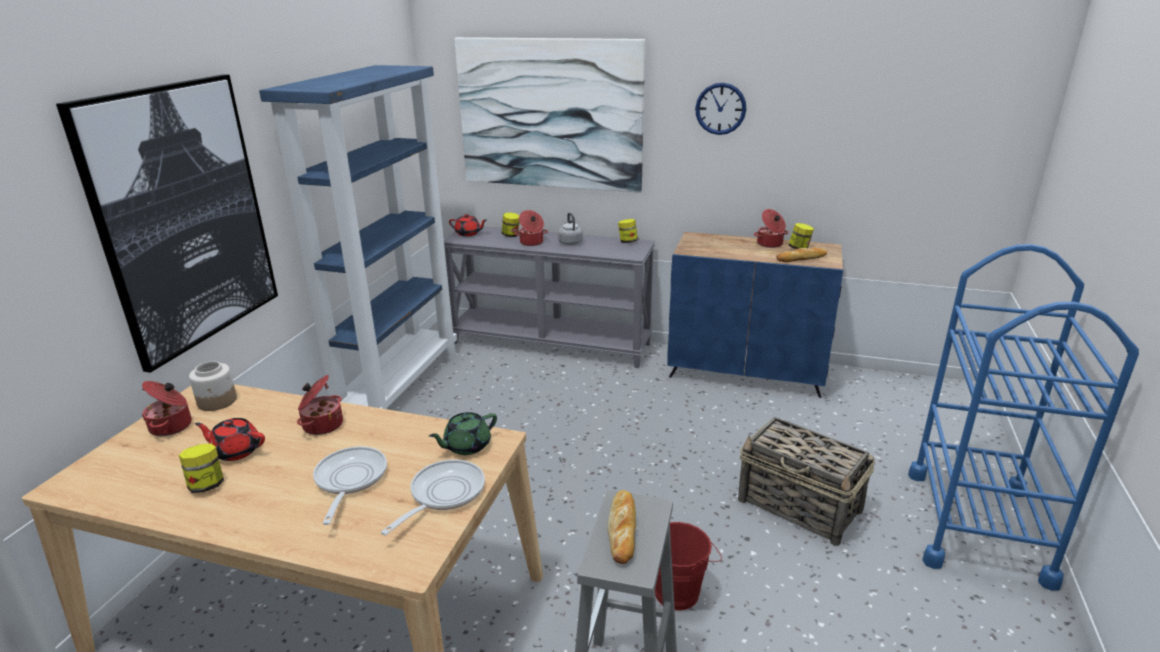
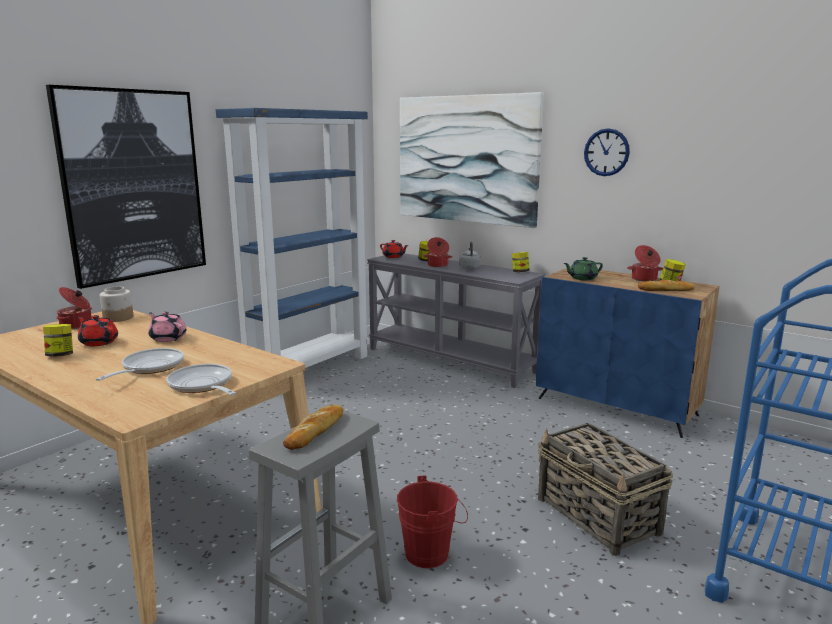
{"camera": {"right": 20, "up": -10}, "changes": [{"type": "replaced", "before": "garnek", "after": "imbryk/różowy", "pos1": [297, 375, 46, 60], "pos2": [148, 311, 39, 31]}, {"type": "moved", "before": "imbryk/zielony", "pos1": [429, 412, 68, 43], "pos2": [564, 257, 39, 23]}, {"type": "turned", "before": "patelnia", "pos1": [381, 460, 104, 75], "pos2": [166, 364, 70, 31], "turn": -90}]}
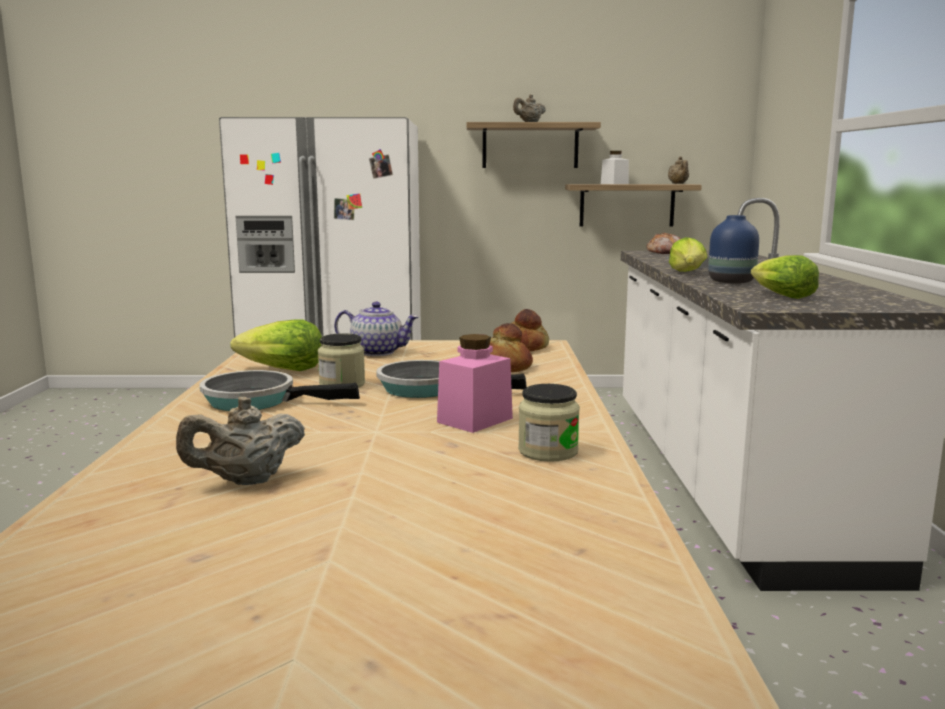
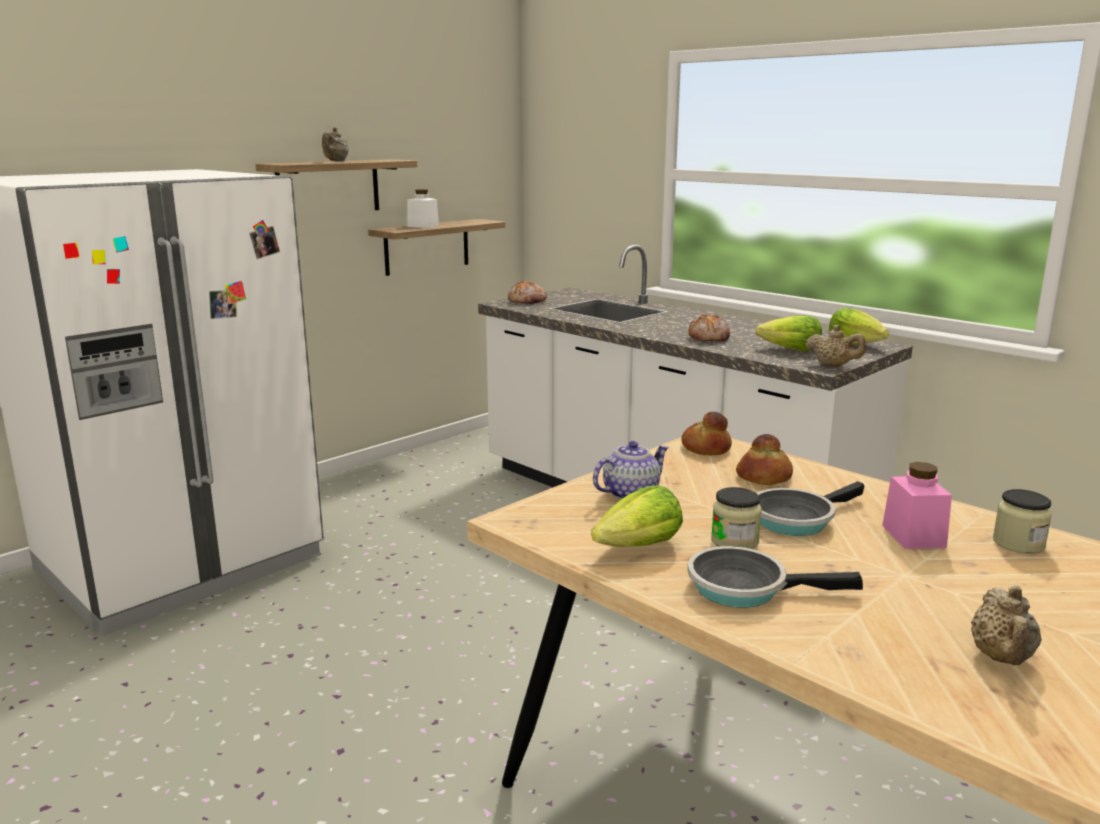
{"camera": {"right": -45, "up": 5}, "changes": [{"type": "moved", "before": "imbryk/beżowy", "pos1": [668, 156, 21, 28], "pos2": [806, 325, 60, 42]}, {"type": "replaced", "before": "wazon/niebieski", "after": "chleb", "pos1": [708, 215, 51, 69], "pos2": [688, 314, 42, 27]}, {"type": "moved", "before": "sałata", "pos1": [669, 237, 38, 35], "pos2": [829, 308, 60, 36]}, {"type": "turned", "before": "patelnia", "pos1": [199, 370, 161, 41], "pos2": [688, 546, 175, 61], "turn": 45}]}
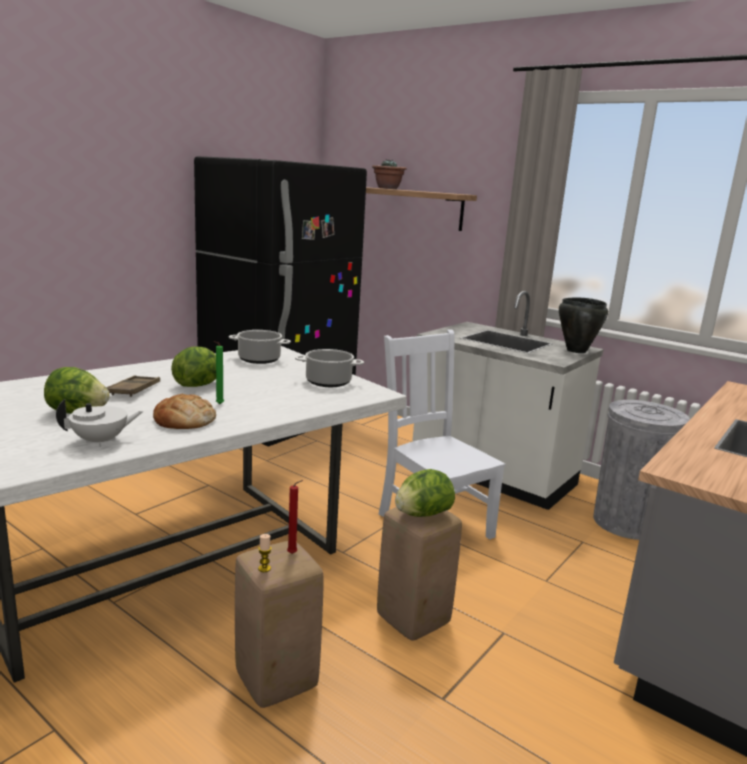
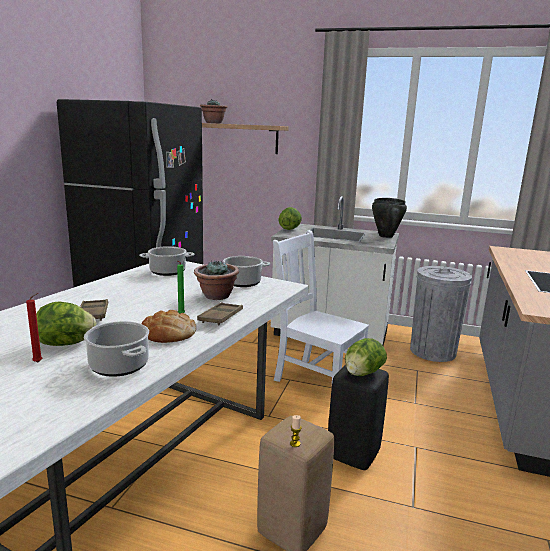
{"camera": {"right": -20, "up": 0}, "changes": [{"type": "moved", "before": "sałata", "pos1": [171, 346, 45, 41], "pos2": [278, 207, 24, 23]}, {"type": "replaced", "before": "imbryk/biały", "after": "garnek", "pos1": [56, 399, 87, 48], "pos2": [84, 321, 65, 56]}, {"type": "moved", "before": "świeca/czerwony", "pos1": [287, 480, 16, 74], "pos2": [26, 293, 16, 70]}, {"type": "recoloured", "before": "stołek/beżowy", "after": "stołek/czarny", "pos1": [377, 507, 85, 134], "pos2": [328, 364, 61, 106]}, {"type": "added", "after": "roślina doniczkowa", "pos2": [194, 260, 45, 40]}, {"type": "added", "after": "taca/brązowy", "pos2": [197, 302, 46, 23]}]}
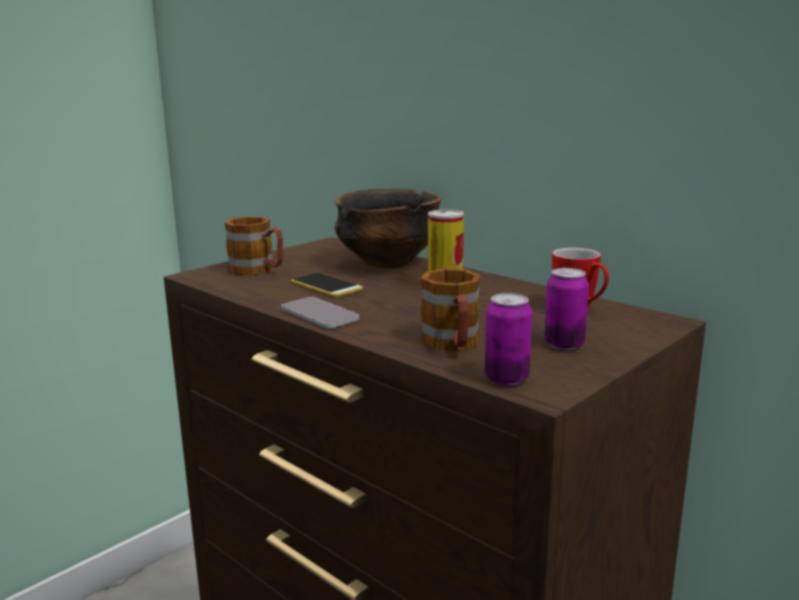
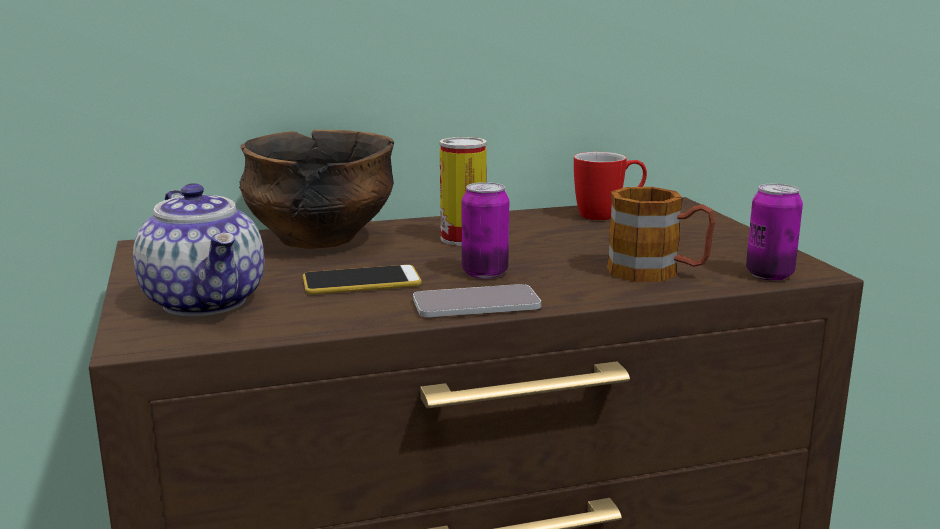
{"camera": {"right": -60, "up": 0}, "changes": [{"type": "replaced", "before": "kubek", "after": "imbryk", "pos1": [224, 217, 59, 58], "pos2": [133, 183, 131, 133]}, {"type": "moved", "before": "puszka", "pos1": [544, 268, 45, 83], "pos2": [462, 182, 47, 97]}]}
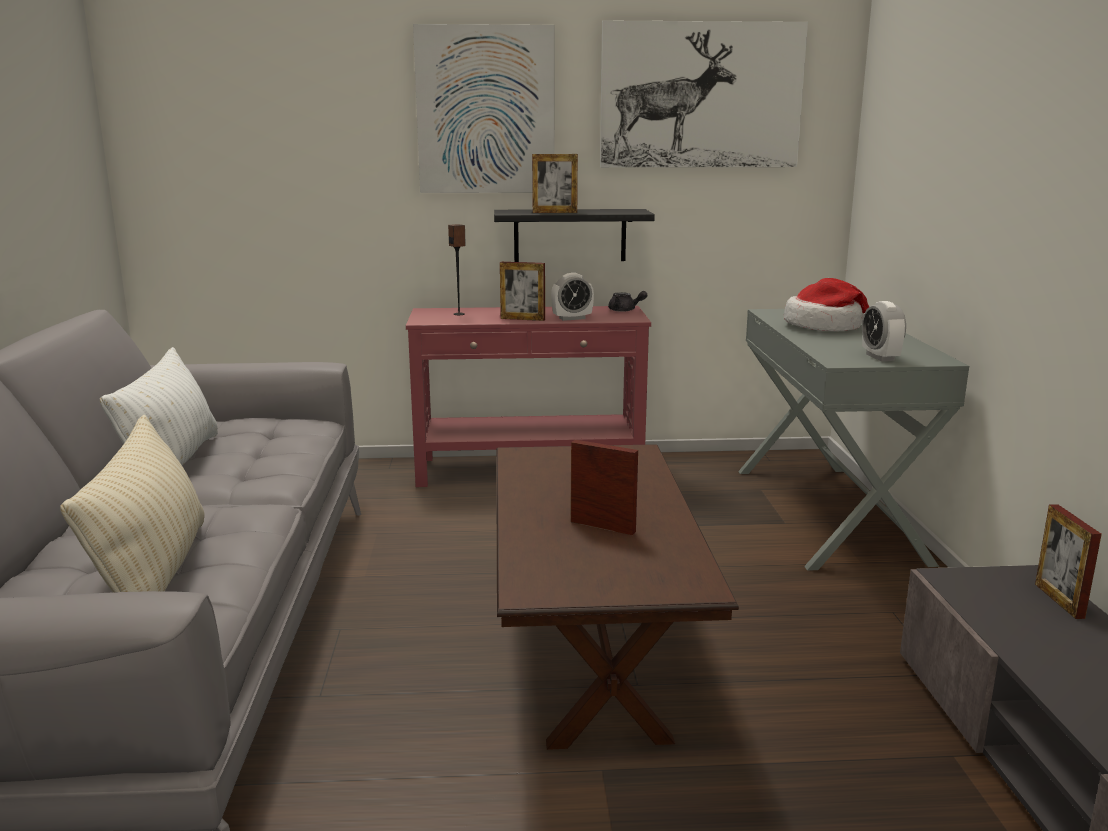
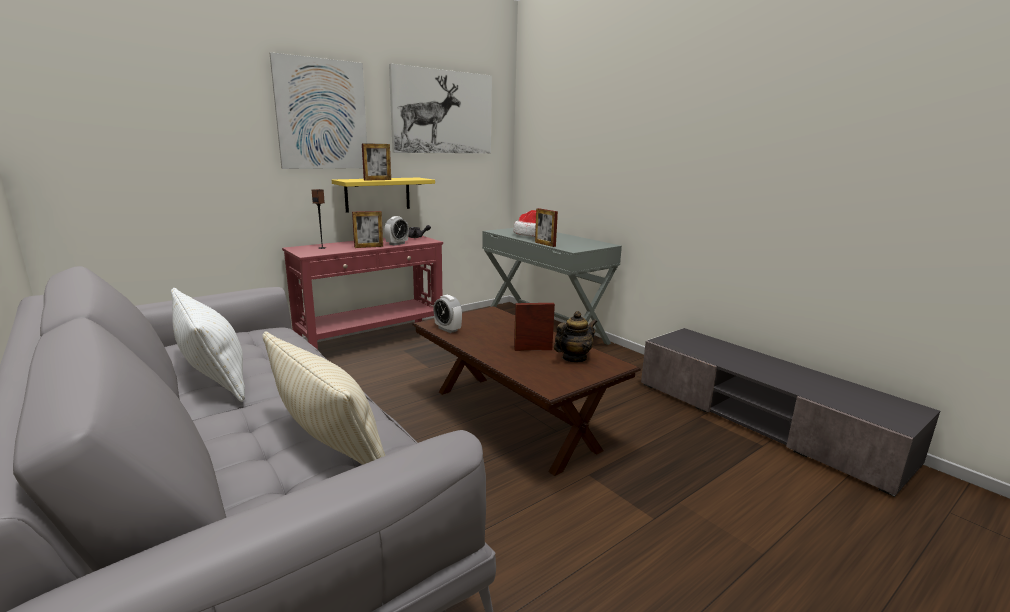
{"camera": {"right": -35, "up": 0}, "changes": [{"type": "recoloured", "before": "półka/czarny", "after": "półka/żółty", "pos1": [494, 209, 161, 53], "pos2": [332, 178, 103, 35]}, {"type": "moved", "before": "budzik", "pos1": [862, 301, 44, 60], "pos2": [433, 295, 29, 38]}, {"type": "moved", "before": "ramka na zdjęcie", "pos1": [1035, 504, 67, 115], "pos2": [535, 208, 23, 39]}, {"type": "added", "after": "imbryk", "pos2": [554, 311, 43, 51]}]}
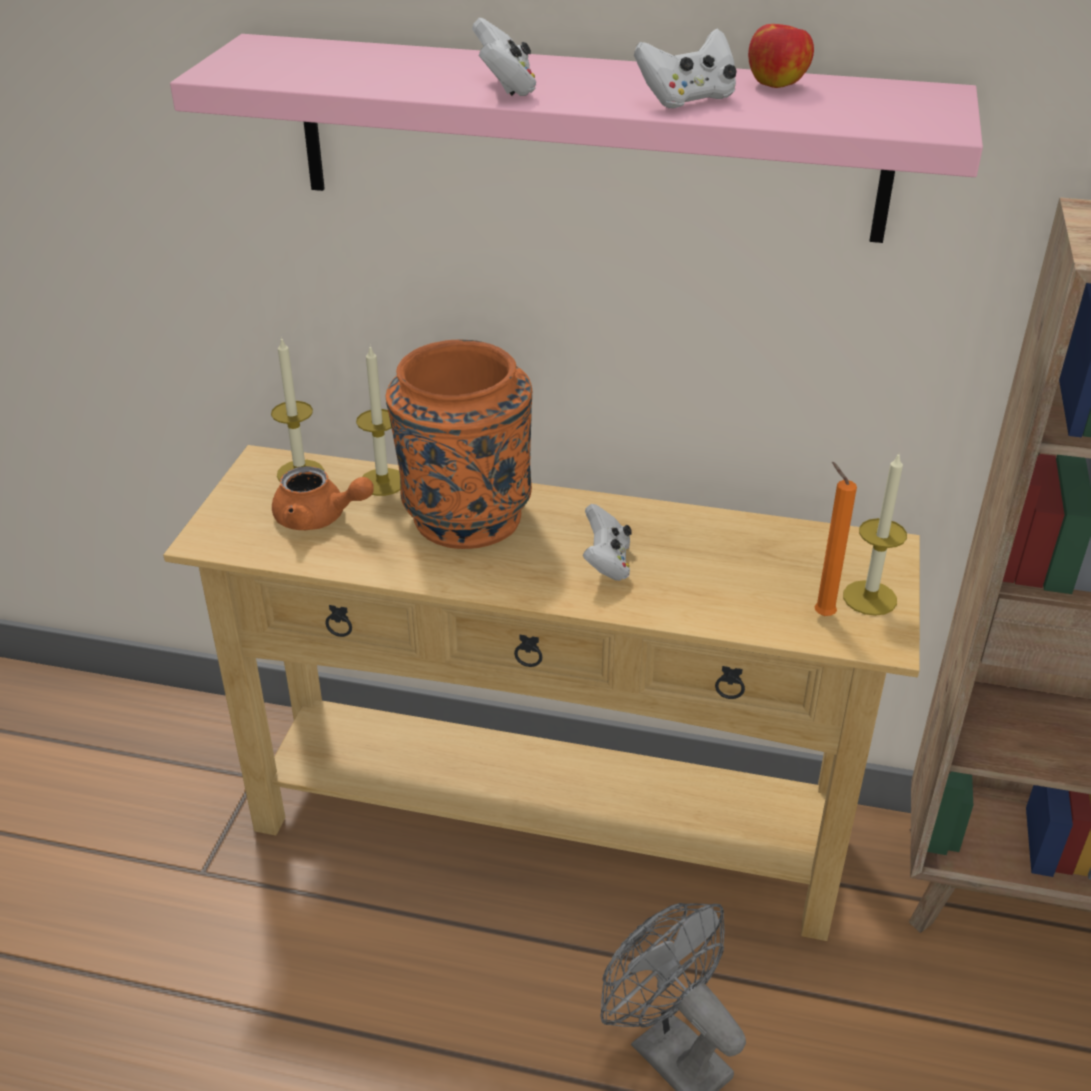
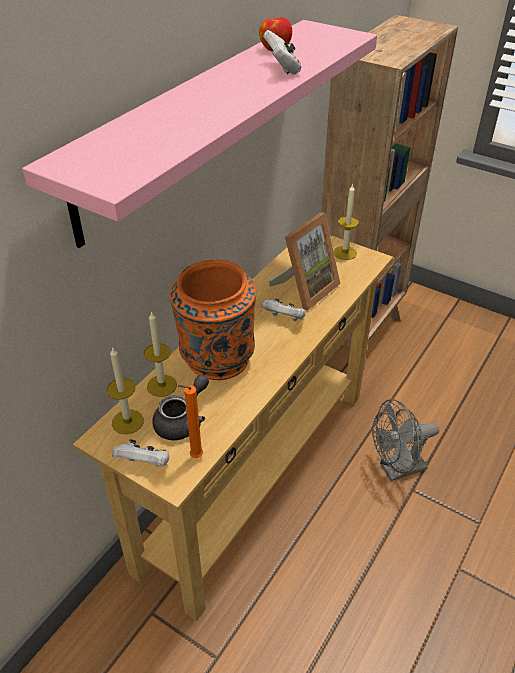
{"camera": {"right": -70, "up": 5}, "changes": [{"type": "moved", "before": "pad do gier/biały", "pos1": [472, 18, 64, 78], "pos2": [112, 439, 57, 27]}, {"type": "moved", "before": "świeca/pomarańczowy", "pos1": [814, 462, 43, 154], "pos2": [178, 385, 25, 73]}, {"type": "recoloured", "before": "imbryk/pomarańczowy", "after": "imbryk/szary", "pos1": [272, 466, 102, 64], "pos2": [152, 374, 57, 66]}, {"type": "added", "after": "ramka na zdjęcie", "pos2": [269, 212, 71, 98]}]}
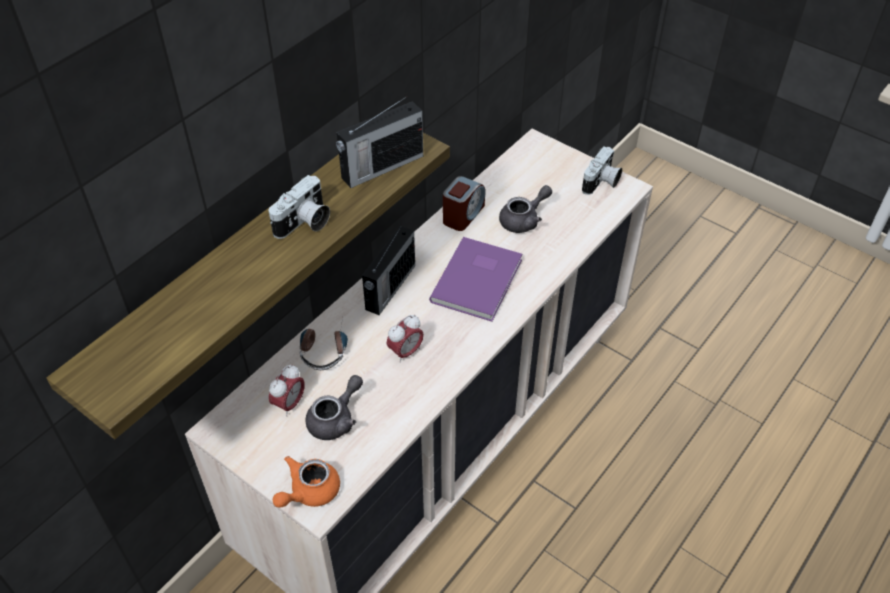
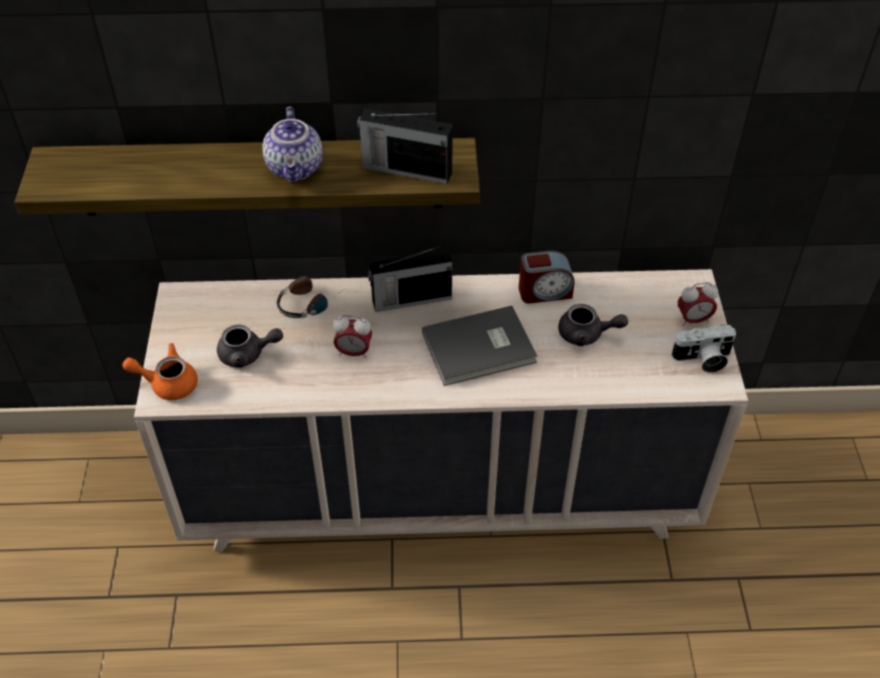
{"camera": {"right": 50, "up": 0}, "changes": [{"type": "replaced", "before": "aparat fotograficzny", "after": "imbryk", "pos1": [269, 175, 61, 64], "pos2": [262, 107, 61, 76]}, {"type": "recoloured", "before": "książka/fioletowy", "after": "książka/szary", "pos1": [429, 237, 93, 85], "pos2": [422, 306, 115, 80]}, {"type": "moved", "before": "budzik", "pos1": [269, 364, 36, 52], "pos2": [678, 282, 40, 44]}]}
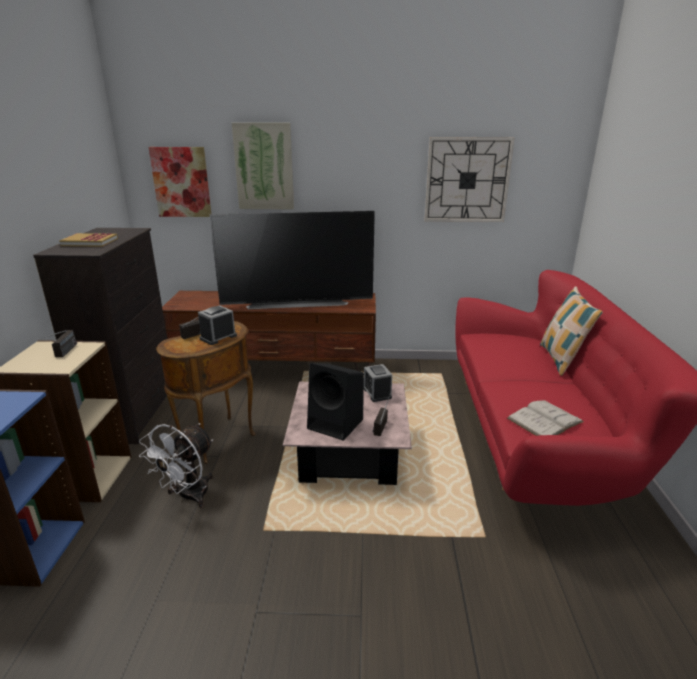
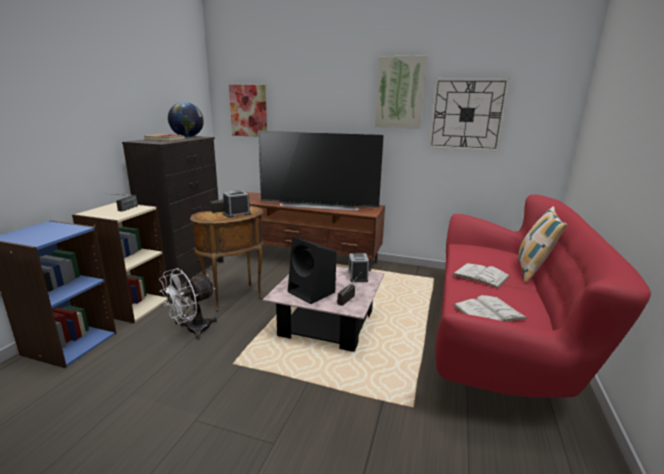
{"camera": {"right": 15, "up": -5}, "changes": [{"type": "moved", "before": "obraz", "pos1": [232, 123, 62, 86], "pos2": [375, 55, 52, 74]}, {"type": "added", "after": "globus", "pos2": [168, 102, 36, 35]}, {"type": "added", "after": "książka/biały", "pos2": [452, 263, 58, 25]}]}
